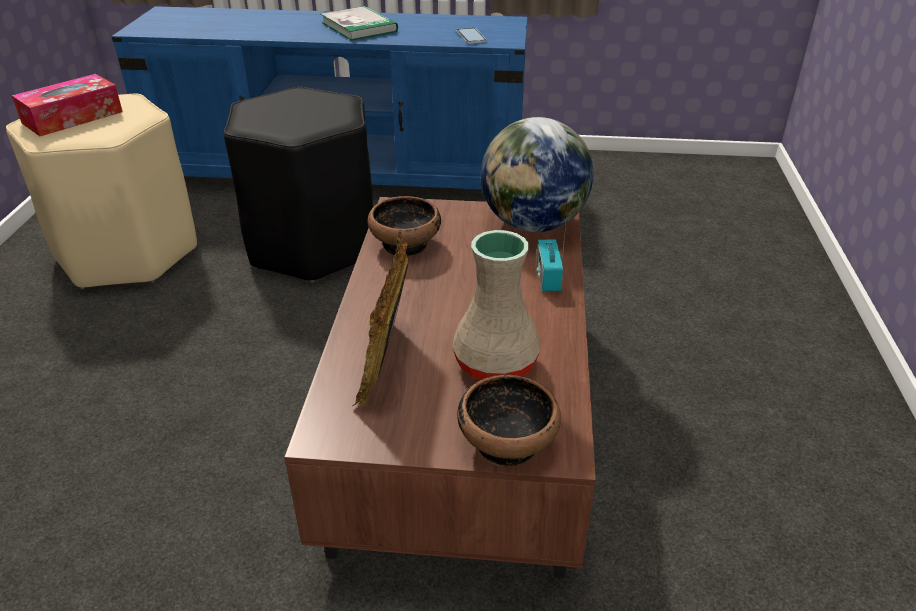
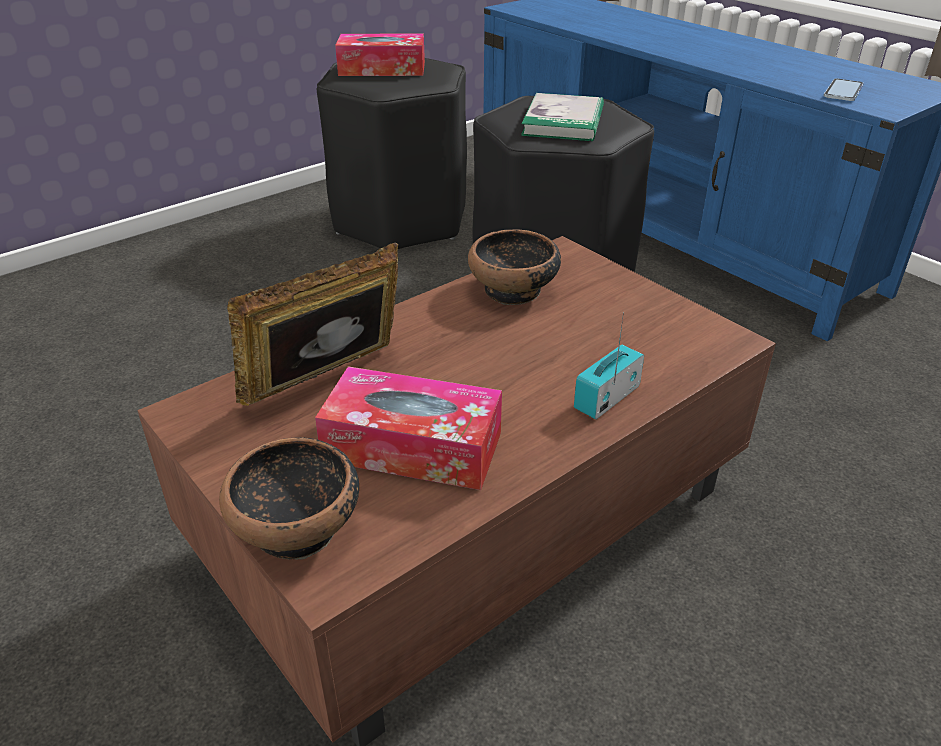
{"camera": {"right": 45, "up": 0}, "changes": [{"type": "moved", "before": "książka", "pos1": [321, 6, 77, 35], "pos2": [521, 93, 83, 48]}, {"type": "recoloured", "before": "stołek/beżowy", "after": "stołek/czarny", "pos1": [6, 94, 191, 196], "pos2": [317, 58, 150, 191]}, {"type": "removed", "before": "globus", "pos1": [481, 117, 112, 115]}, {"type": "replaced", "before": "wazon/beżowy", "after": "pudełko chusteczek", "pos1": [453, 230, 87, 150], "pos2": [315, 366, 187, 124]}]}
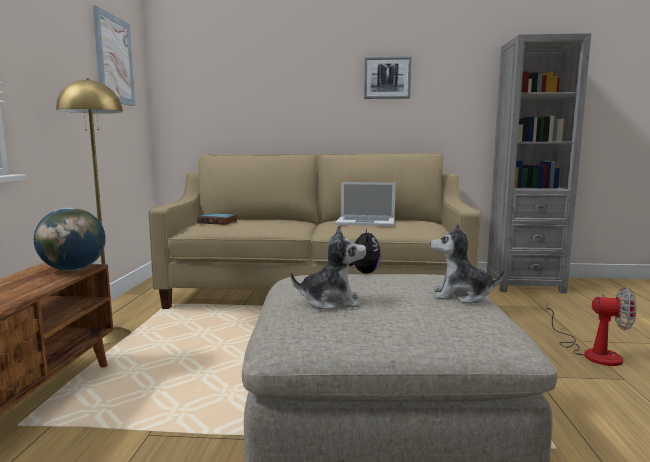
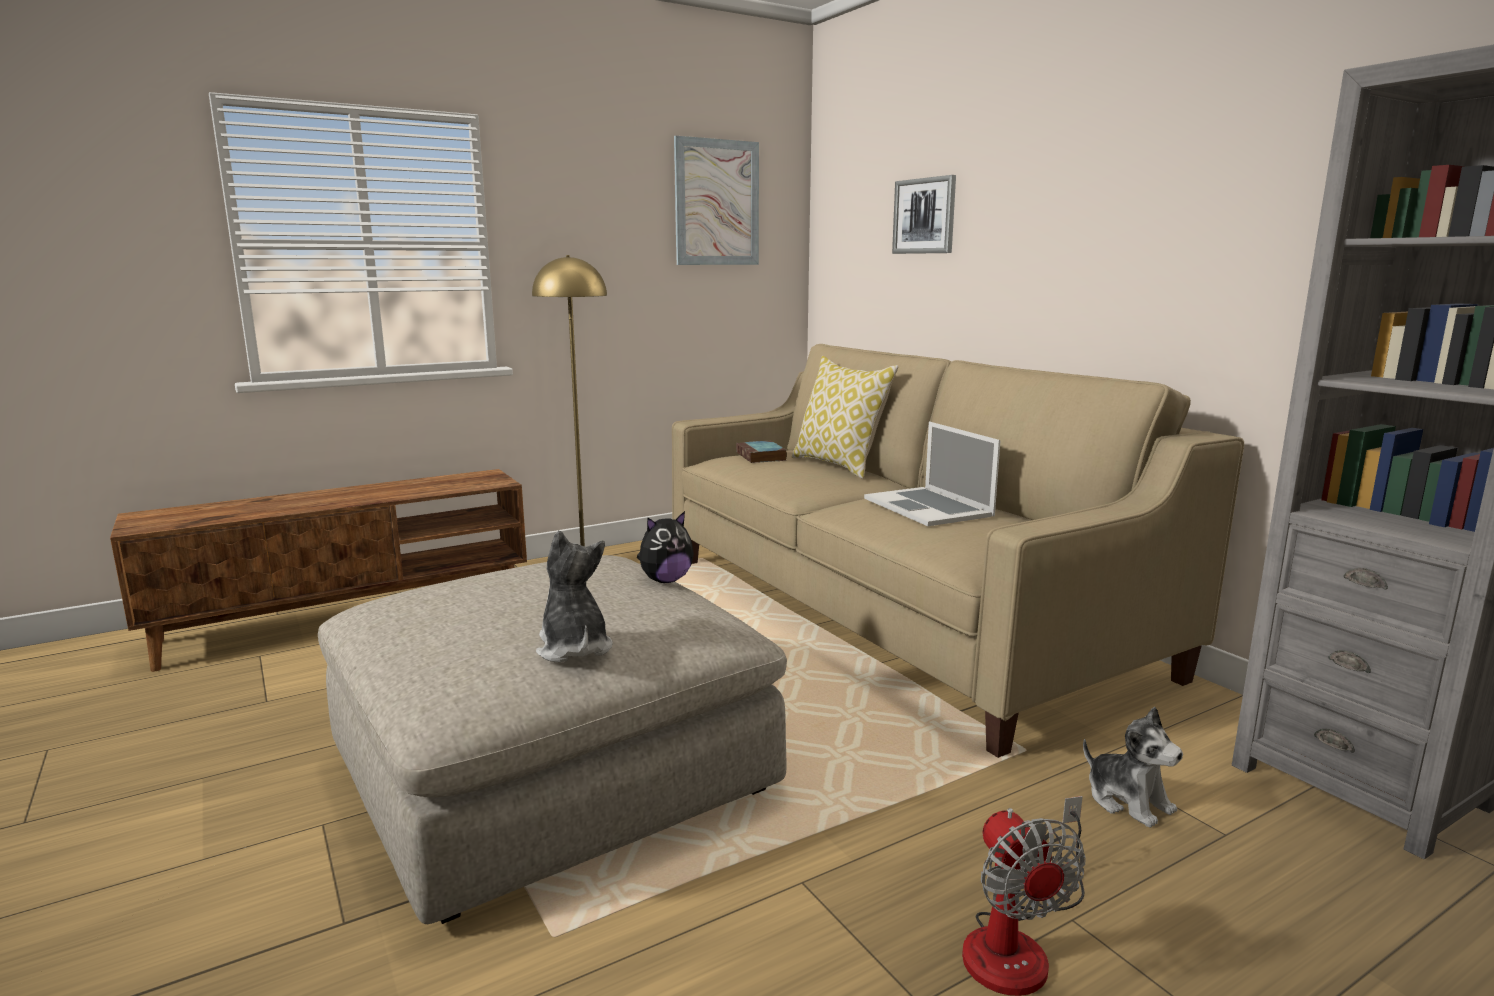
{"camera": {"right": 55, "up": 5}, "changes": [{"type": "moved", "before": "obraz", "pos1": [364, 56, 48, 43], "pos2": [892, 175, 64, 79]}, {"type": "removed", "before": "globus", "pos1": [34, 208, 72, 63]}, {"type": "moved", "before": "pluszak", "pos1": [290, 225, 76, 85], "pos2": [1083, 707, 100, 121]}, {"type": "added", "after": "poduszka", "pos2": [792, 356, 106, 123]}]}
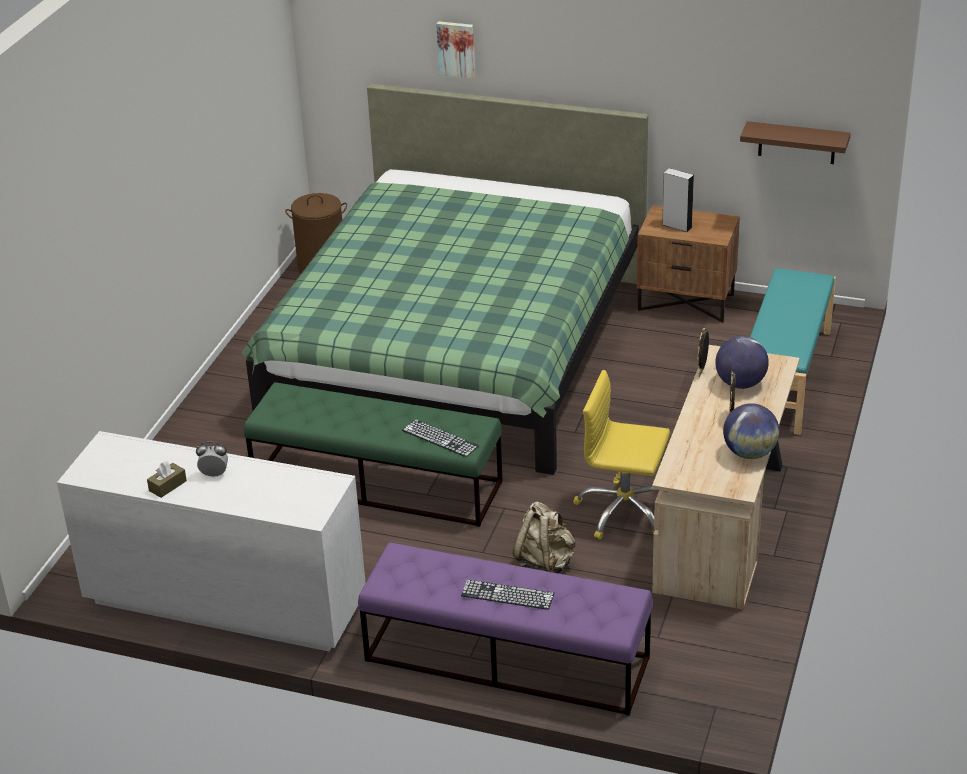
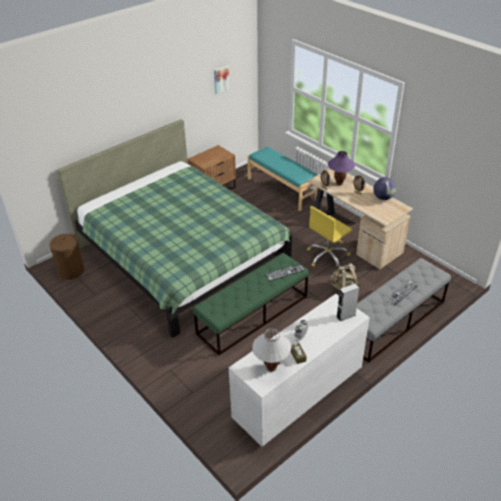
{"camera": {"right": -60, "up": 5}, "changes": [{"type": "moved", "before": "obraz", "pos1": [436, 21, 39, 58], "pos2": [214, 65, 16, 30]}, {"type": "removed", "before": "półka/brązowy", "pos1": [740, 121, 111, 43]}, {"type": "moved", "before": "głośnik/szary", "pos1": [662, 168, 32, 64], "pos2": [336, 283, 23, 38]}, {"type": "replaced", "before": "globus", "after": "lampa stołowa/fioletowy", "pos1": [715, 336, 54, 53], "pos2": [328, 151, 27, 34]}, {"type": "recoloured", "before": "ławka/fioletowy", "after": "ławka/szary", "pos1": [358, 543, 295, 172], "pos2": [357, 258, 94, 105]}, {"type": "added", "after": "lampa stołowa/biały", "pos2": [252, 328, 39, 44]}]}
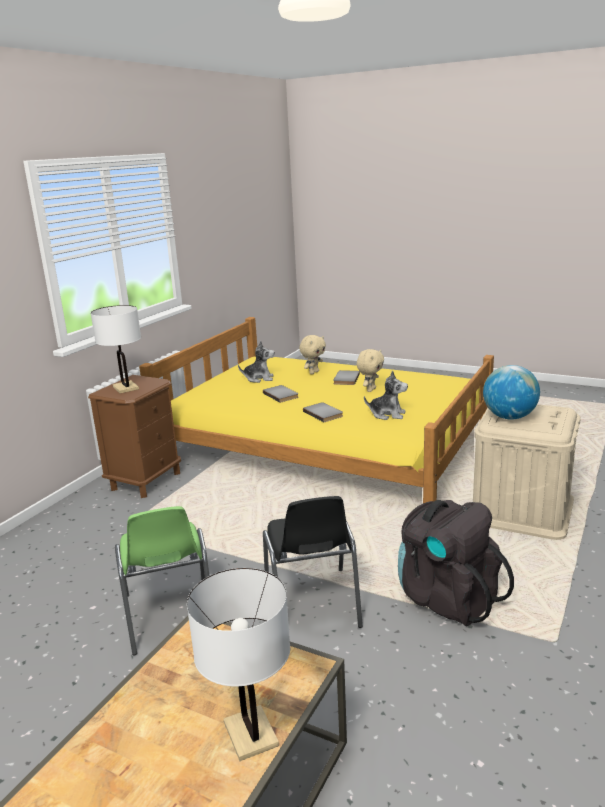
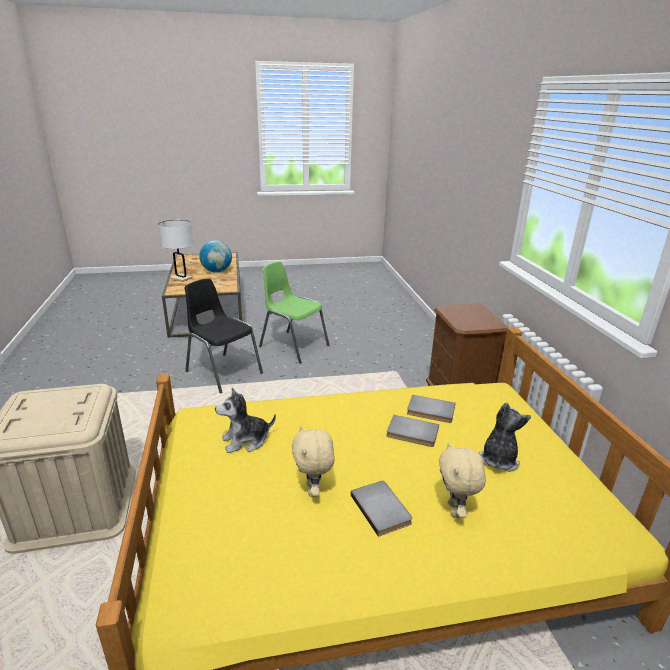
{"camera": {"right": 140, "up": 5}, "changes": [{"type": "removed", "before": "lampa stołowa/biały", "pos1": [91, 305, 50, 89]}, {"type": "turned", "before": "pluszak", "pos1": [238, 341, 36, 42], "pos2": [479, 402, 52, 70], "turn": 150}, {"type": "moved", "before": "globus", "pos1": [483, 365, 57, 55], "pos2": [199, 240, 33, 33]}, {"type": "moved", "before": "książka/szary", "pos1": [303, 402, 40, 20], "pos2": [407, 395, 49, 28]}, {"type": "removed", "before": "plecak/czarny", "pos1": [398, 500, 116, 126]}]}
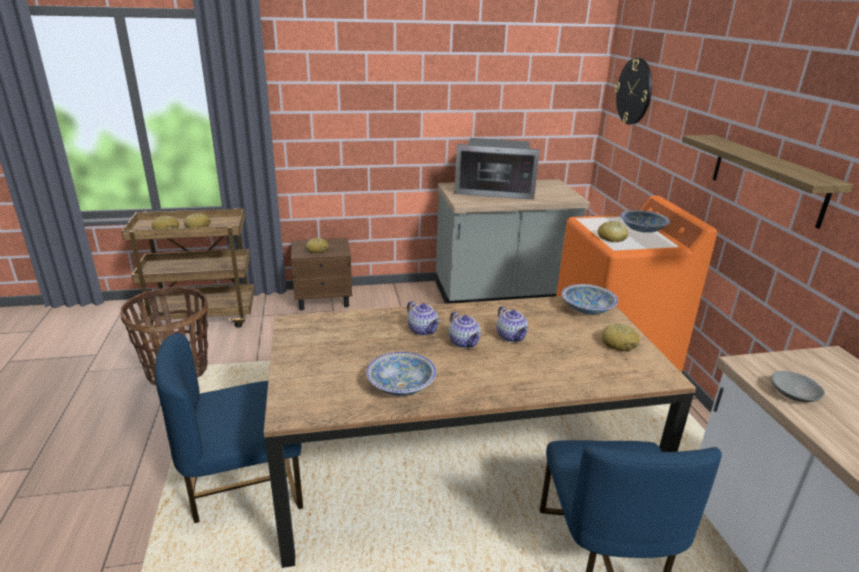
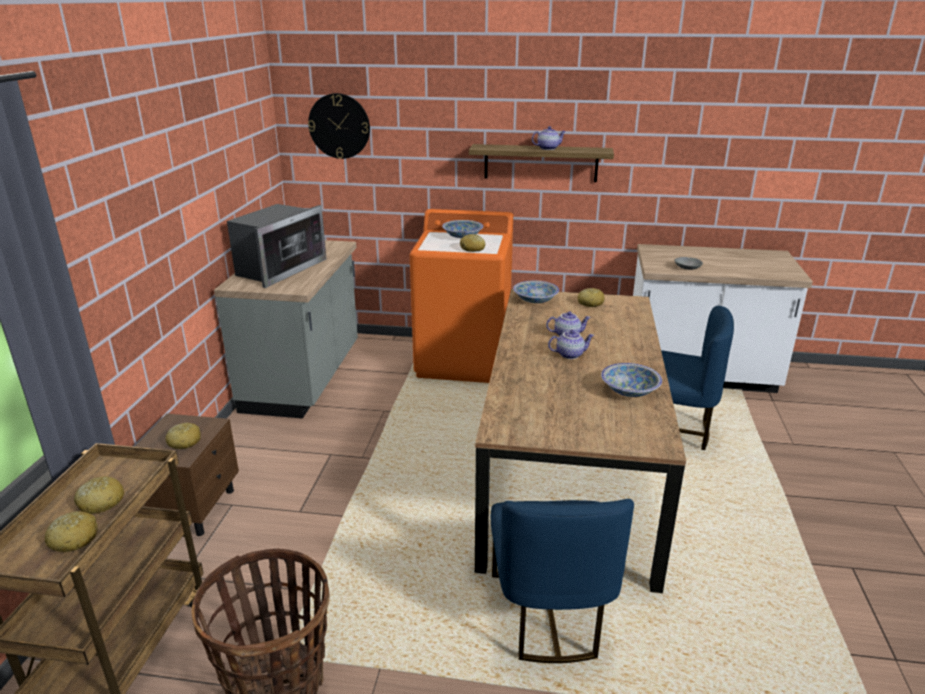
{"camera": {"right": -70, "up": 0}, "changes": [{"type": "moved", "before": "imbryk", "pos1": [407, 301, 33, 35], "pos2": [532, 126, 34, 24]}]}
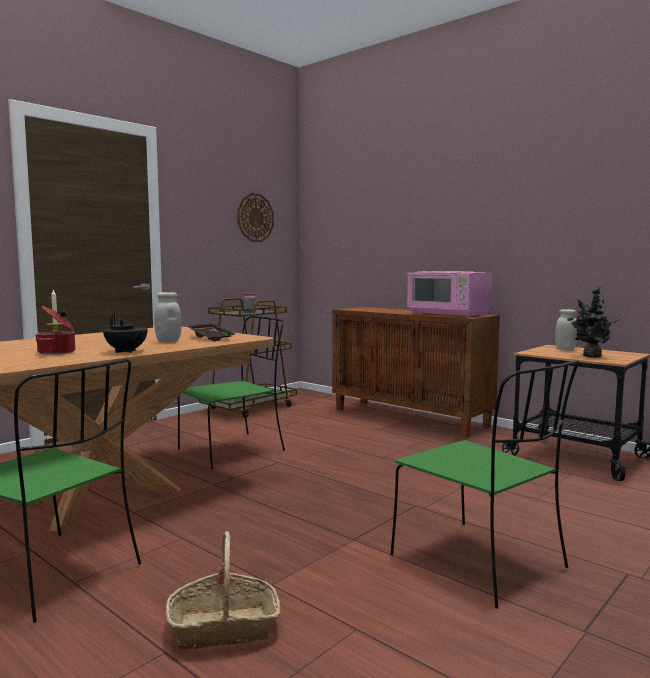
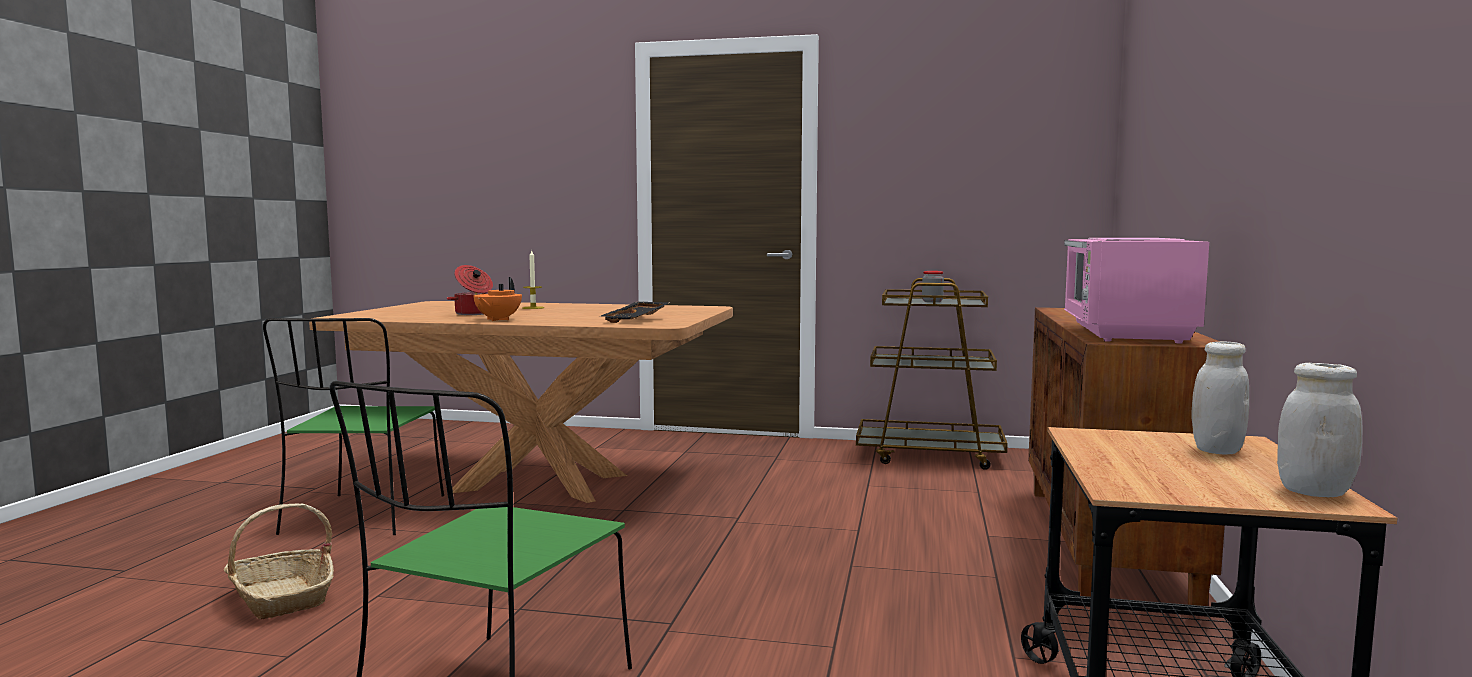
{"camera": {"right": 60, "up": 0}, "changes": [{"type": "removed", "before": "zegar ścienny", "pos1": [237, 193, 37, 49]}, {"type": "removed", "before": "roślina doniczkowa", "pos1": [567, 286, 52, 72]}, {"type": "moved", "before": "słoik/biały", "pos1": [154, 292, 28, 51], "pos2": [1277, 363, 86, 134]}, {"type": "recoloured", "before": "imbryk/czarny", "after": "imbryk/pomarańczowy", "pos1": [103, 313, 45, 40], "pos2": [473, 277, 49, 44]}, {"type": "removed", "before": "krzesło/zielony", "pos1": [178, 316, 107, 153]}]}
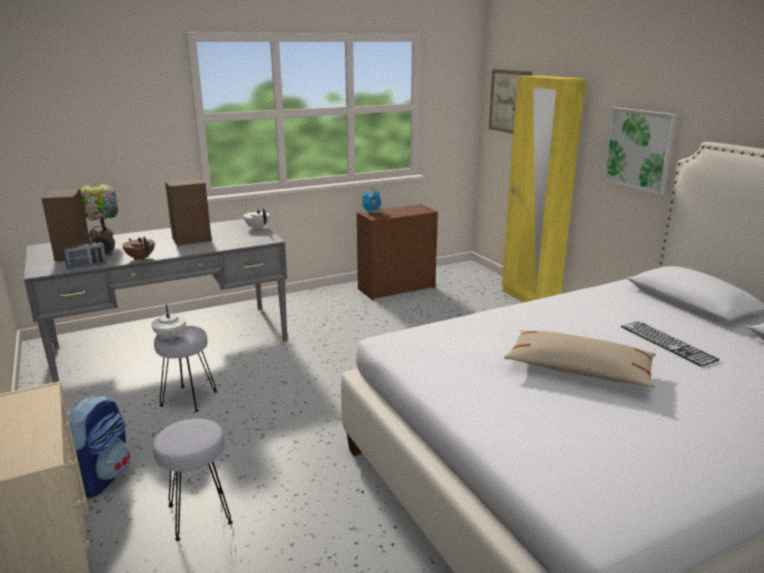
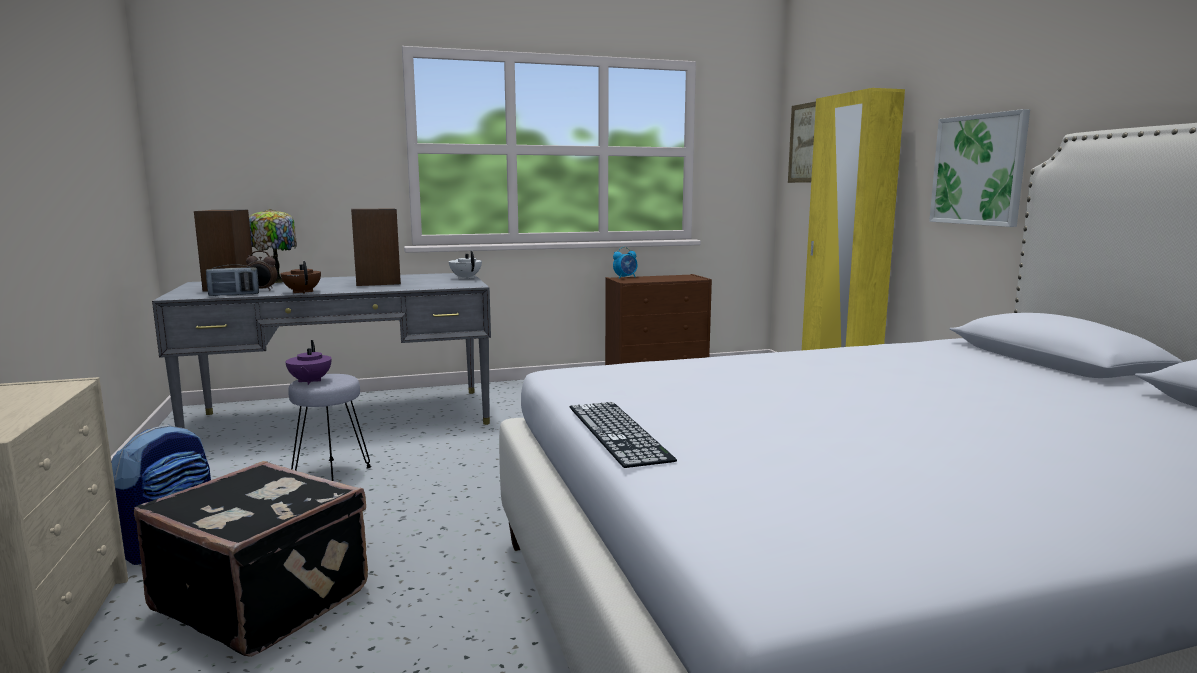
{"camera": {"right": 10, "up": -10}, "changes": [{"type": "recoloured", "before": "imbryk/biały", "after": "imbryk/fioletowy", "pos1": [151, 305, 35, 36], "pos2": [285, 340, 47, 45]}, {"type": "moved", "before": "klawiatura", "pos1": [621, 321, 99, 46], "pos2": [570, 402, 107, 66]}, {"type": "removed", "before": "poduszka/beżowy", "pos1": [504, 330, 152, 58]}, {"type": "replaced", "before": "stołek/szary", "after": "walizka/czarny", "pos1": [153, 419, 80, 122], "pos2": [134, 461, 234, 196]}]}
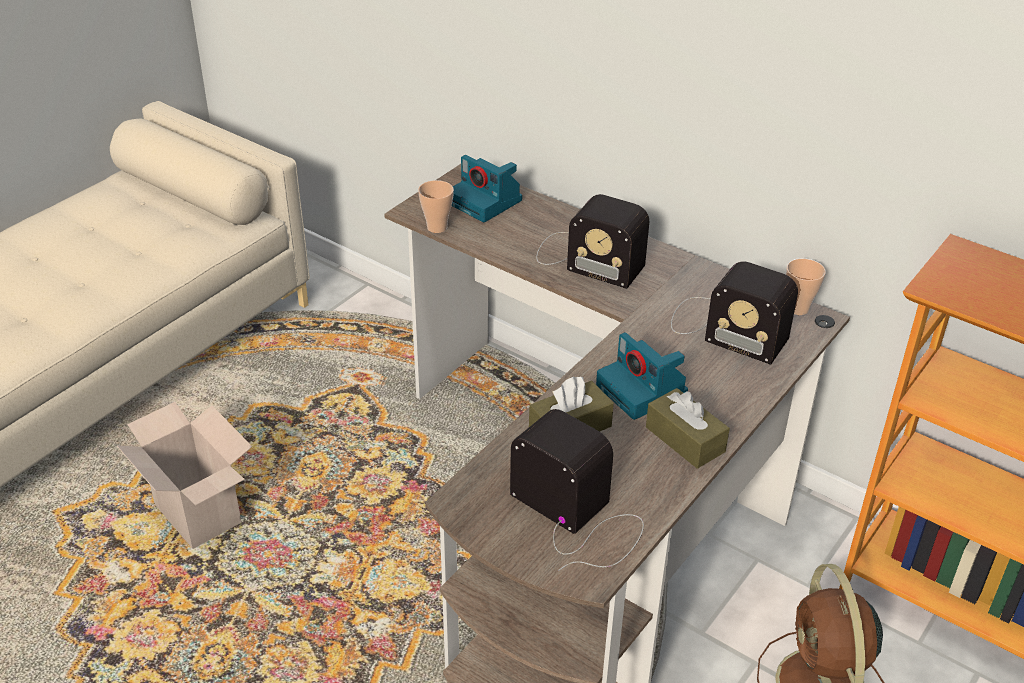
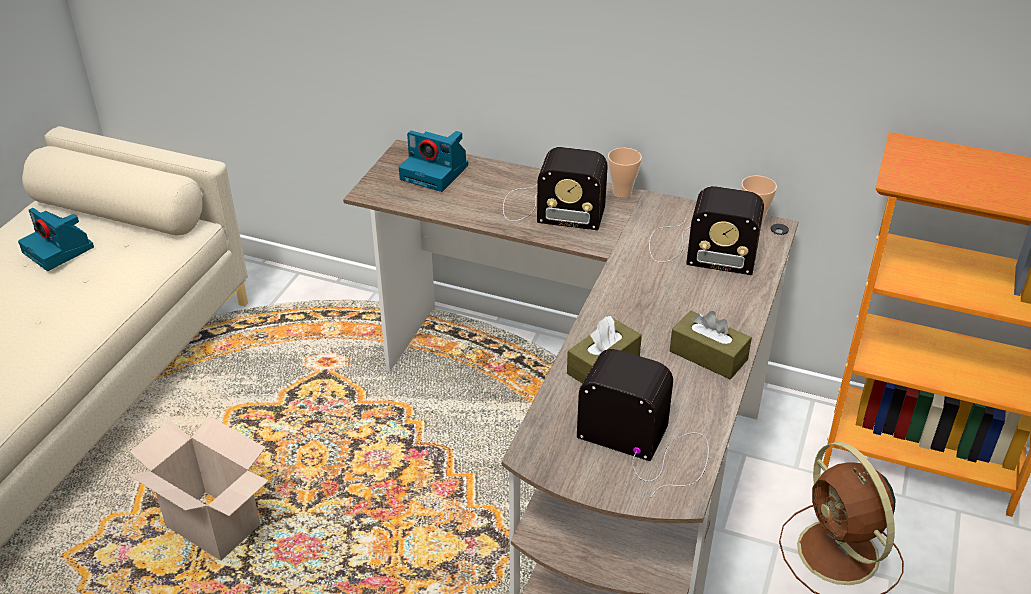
{"camera": {"right": -15, "up": 0}, "changes": [{"type": "moved", "before": "filiżanka", "pos1": [418, 180, 36, 53], "pos2": [608, 148, 34, 50]}, {"type": "moved", "before": "aparat fotograficzny", "pos1": [596, 332, 92, 88], "pos2": [18, 208, 76, 63]}]}
